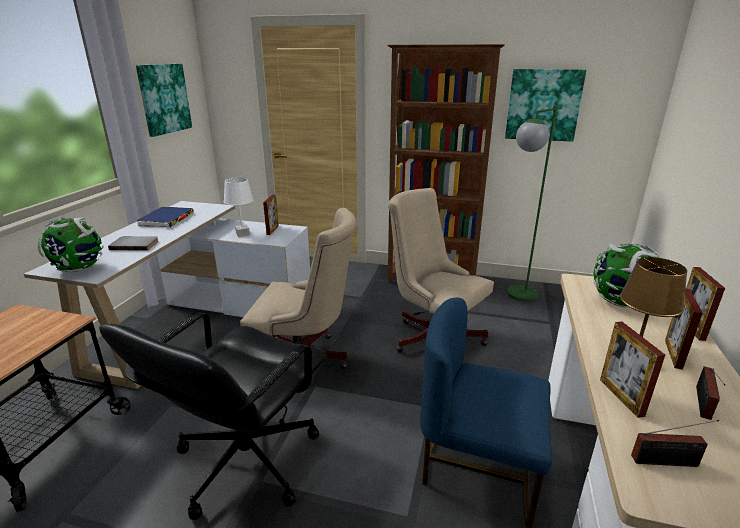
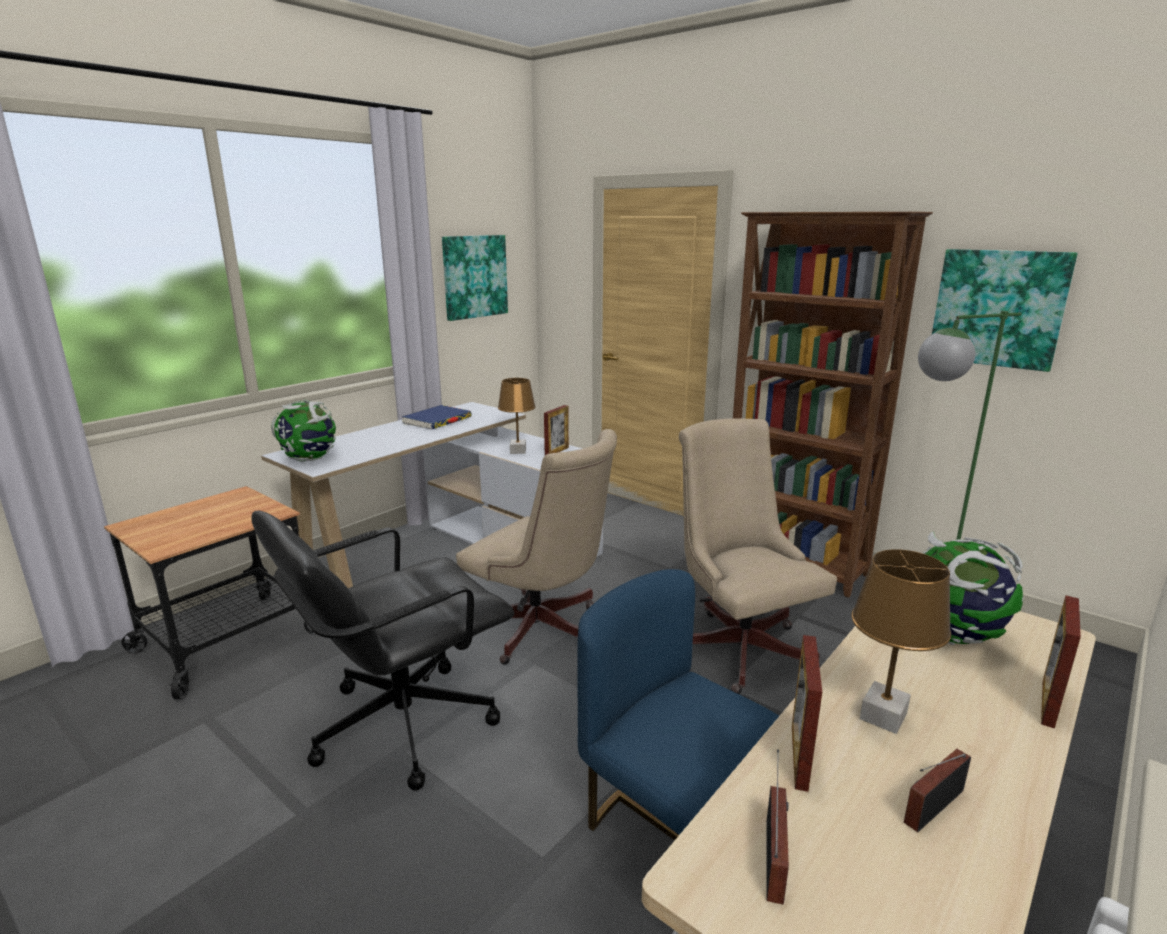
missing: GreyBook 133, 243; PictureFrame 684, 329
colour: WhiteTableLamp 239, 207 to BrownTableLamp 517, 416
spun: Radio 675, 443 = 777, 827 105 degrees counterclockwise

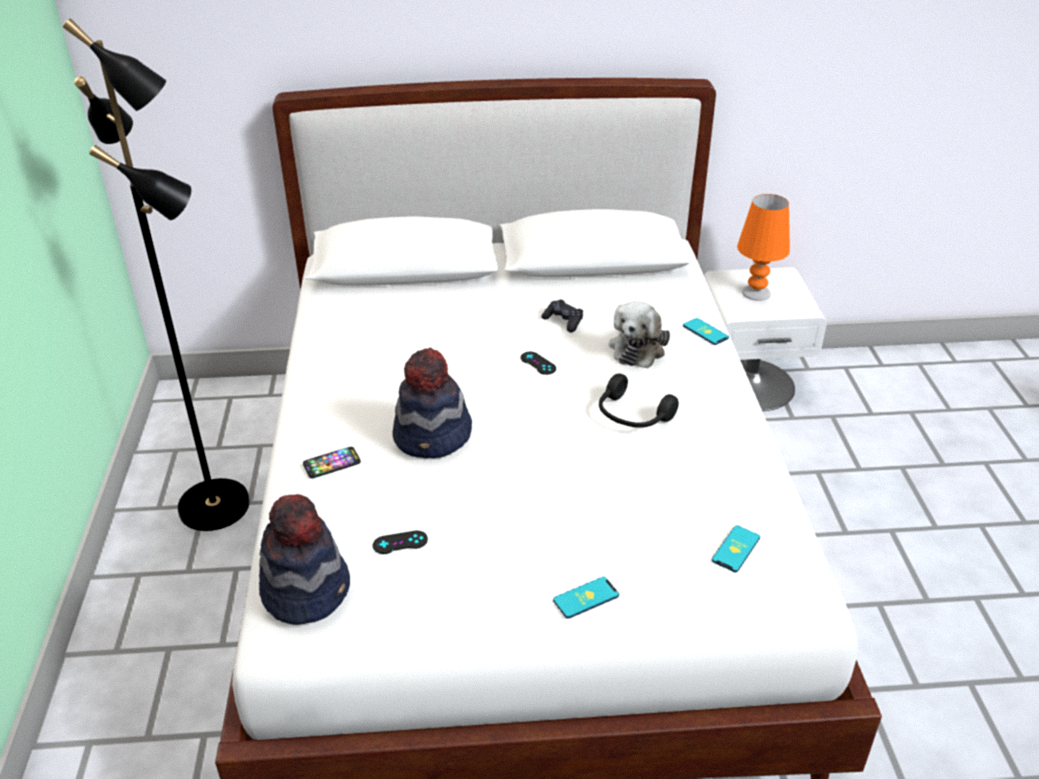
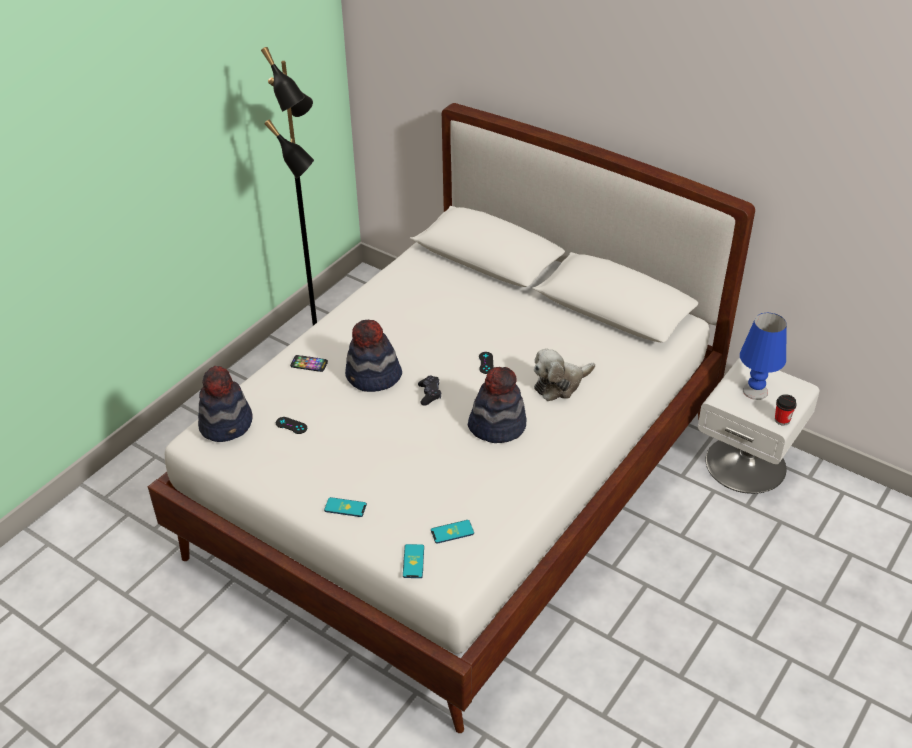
appeared: Cup 786, 410
relocated: Phone 706, 331 to 413, 561; BlackGameController 562, 316 to 429, 390
exchanged: BlackHeadphones 639, 400 to Hat 497, 405
colour: OrangeTableLamp 763, 247 to BlueTableLamp 763, 356

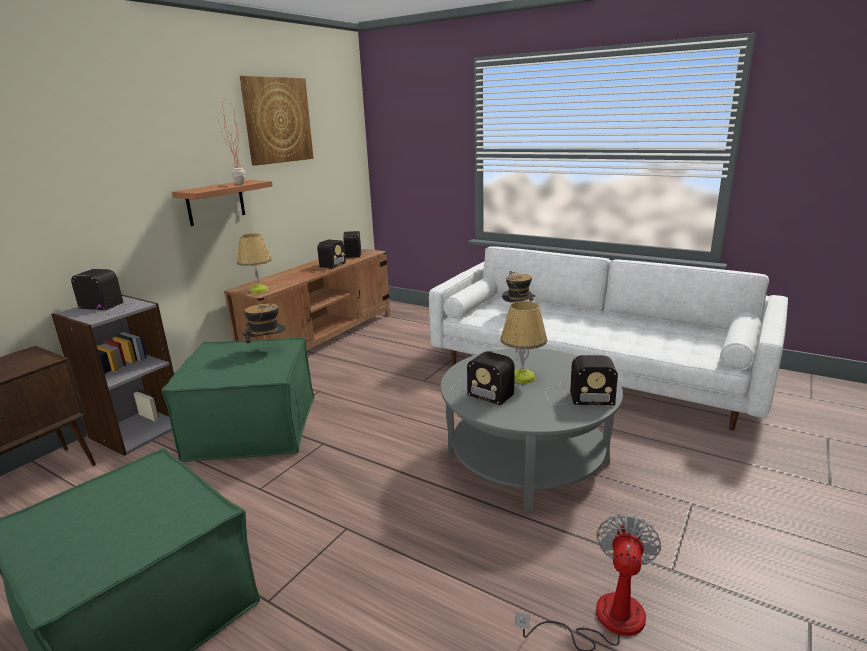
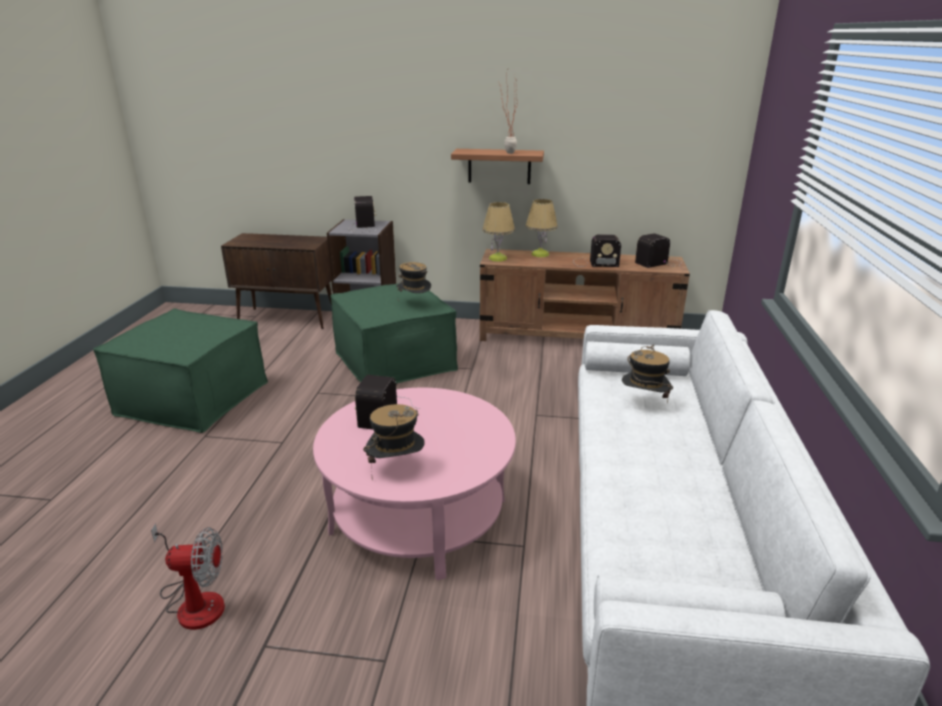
missing: Picture 276, 121
relocated: TableLamp 523, 342 to 542, 228
exchanged: Radio 581, 380 to Hat 394, 442
colour: GreyCoffeeTable 532, 430 to PinkCoffeeTable 414, 484

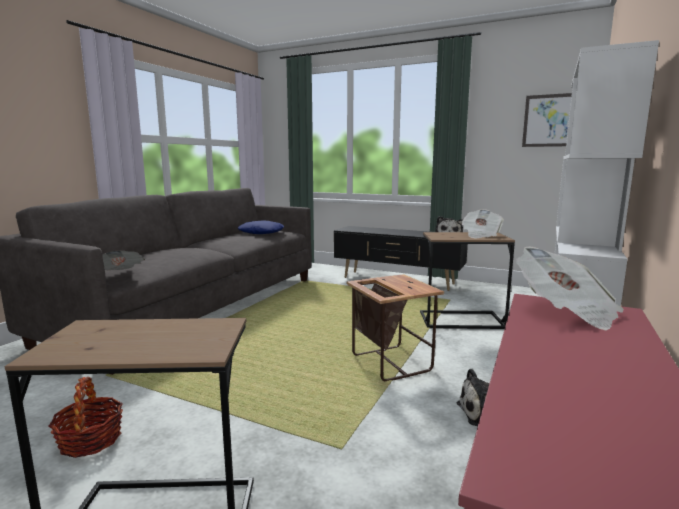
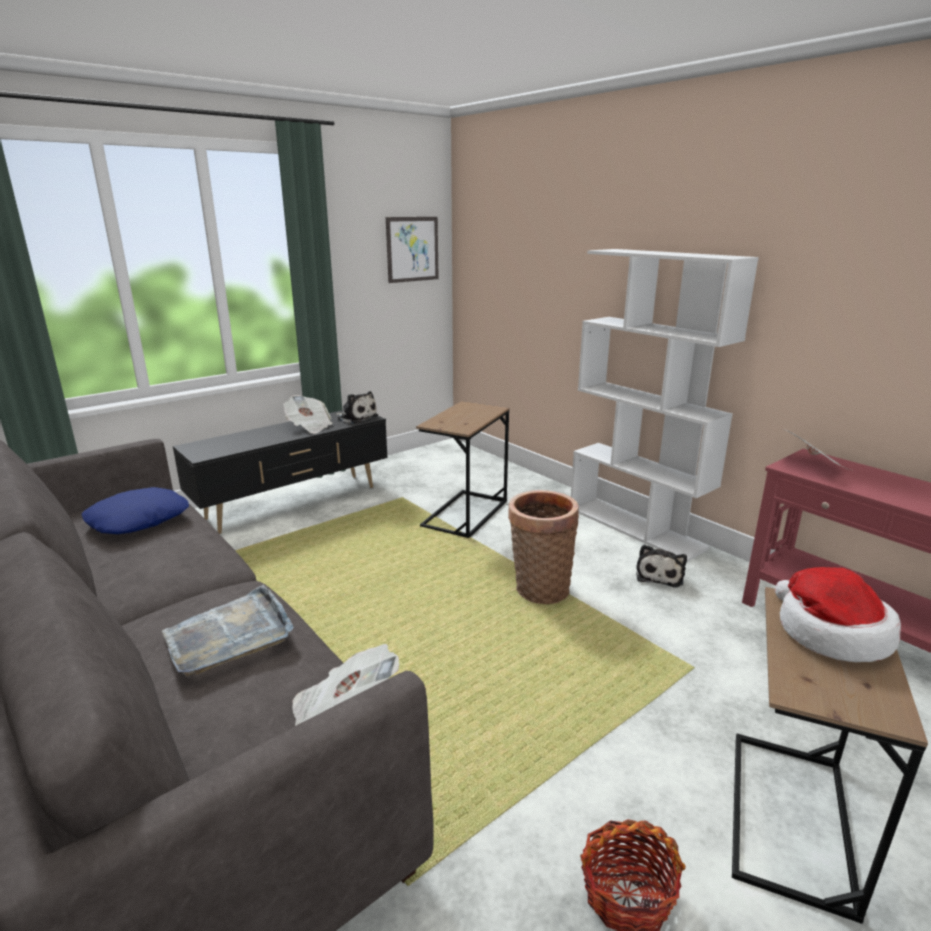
appeared: GreyTray 227, 631; Hat 838, 614
relocated: Newspaper 482, 223 to 308, 414
exchanged: SideTable 395, 328 to Basket 543, 547

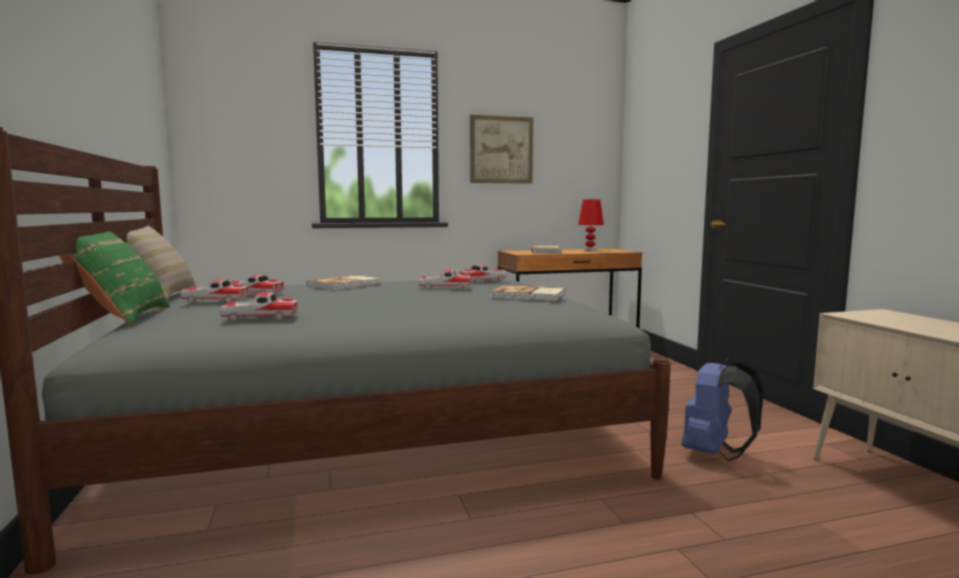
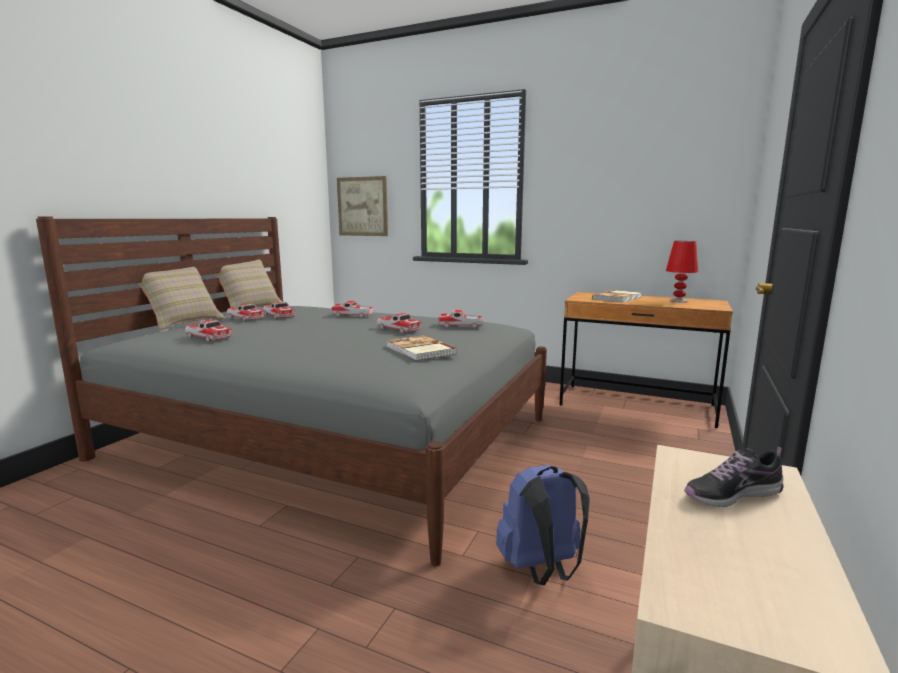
appeared: Shoe 734, 477
relocated: Picture 501, 149 to 362, 206
exchanged: Book 343, 282 to ToyCar 353, 309
colour: GreenPillow 114, 278 to BeigePillow 182, 299

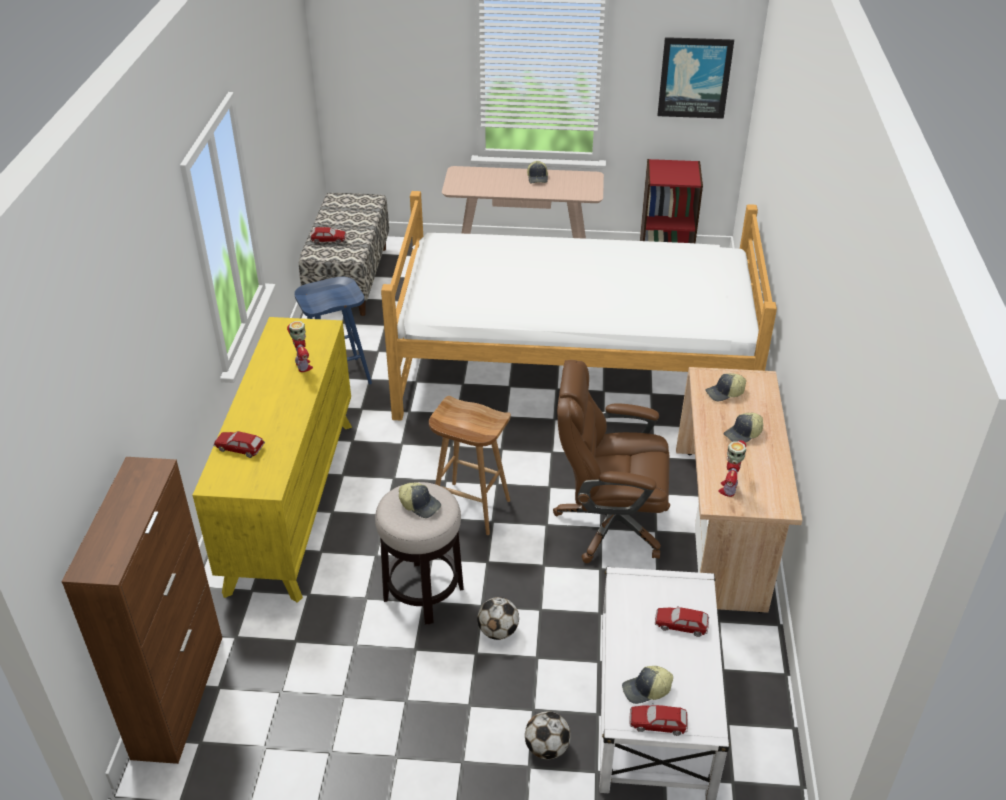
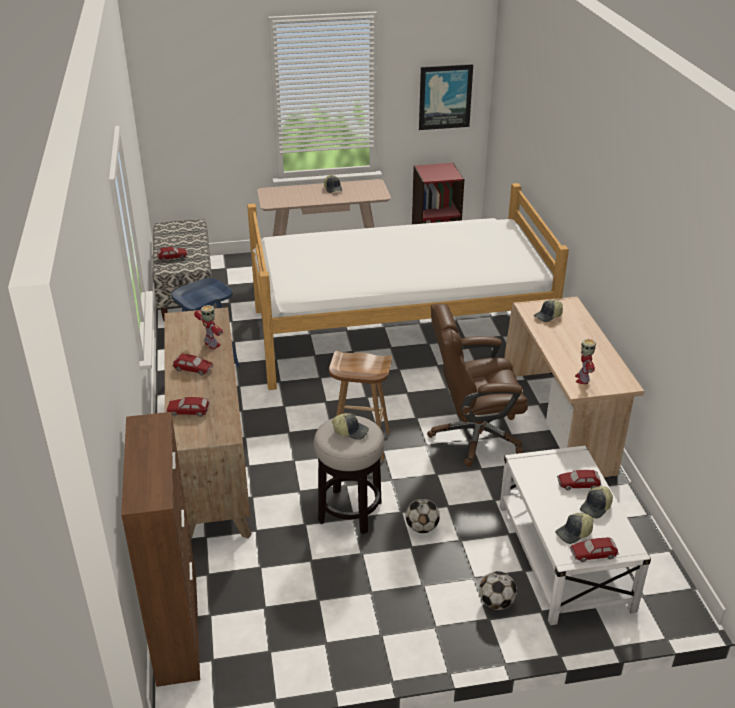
appeared: ToyCar 193, 365
relocated: Cap 743, 428 to 596, 502
colour: YellowDresser 272, 460 to BrownDresser 208, 423

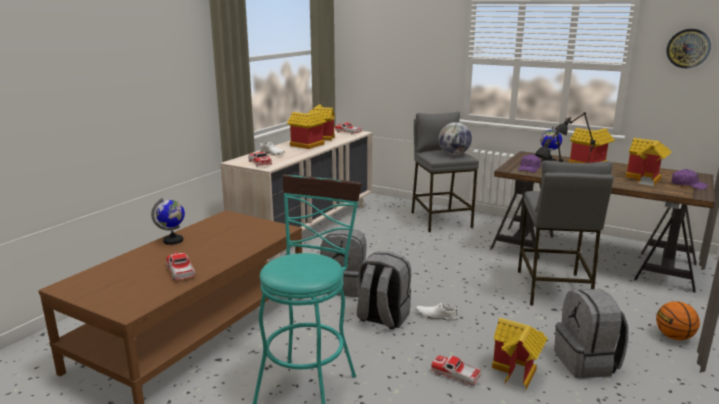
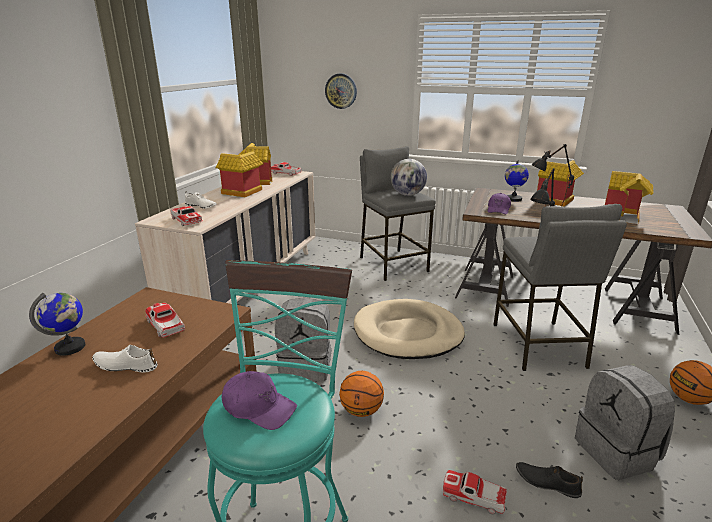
appeared: BeigeDogBed 409, 329
relocated: WhiteShoe 437, 312 to 125, 358; ToyCar 181, 266 to 165, 320; PurpleCap 690, 179 to 259, 400; WallClock 688, 48 to 341, 91
exchanged: GreyBackpack 384, 291 to Basketball 361, 394; ToyHouse 520, 354 to BlackShoe 549, 480

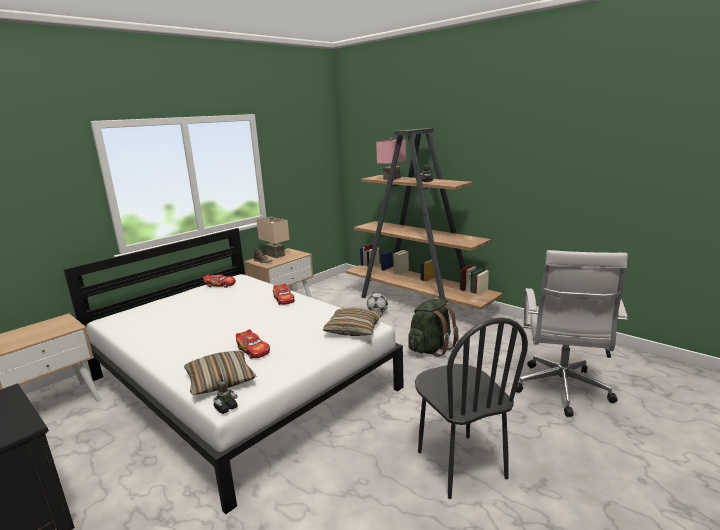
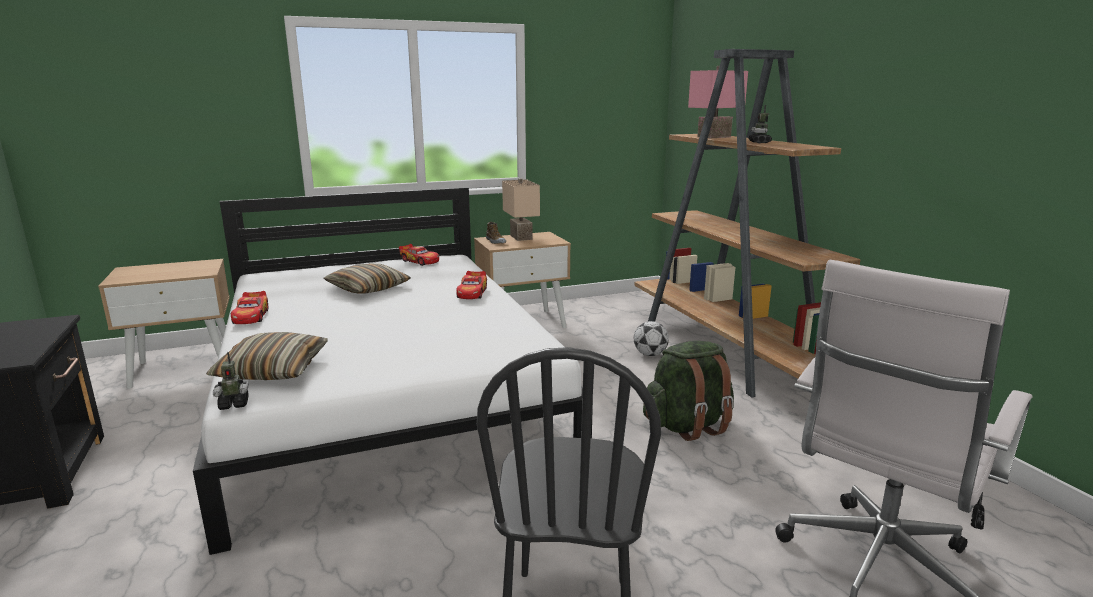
relocated: ToyCar 253, 344 to 249, 307; Pillow 353, 322 to 367, 278

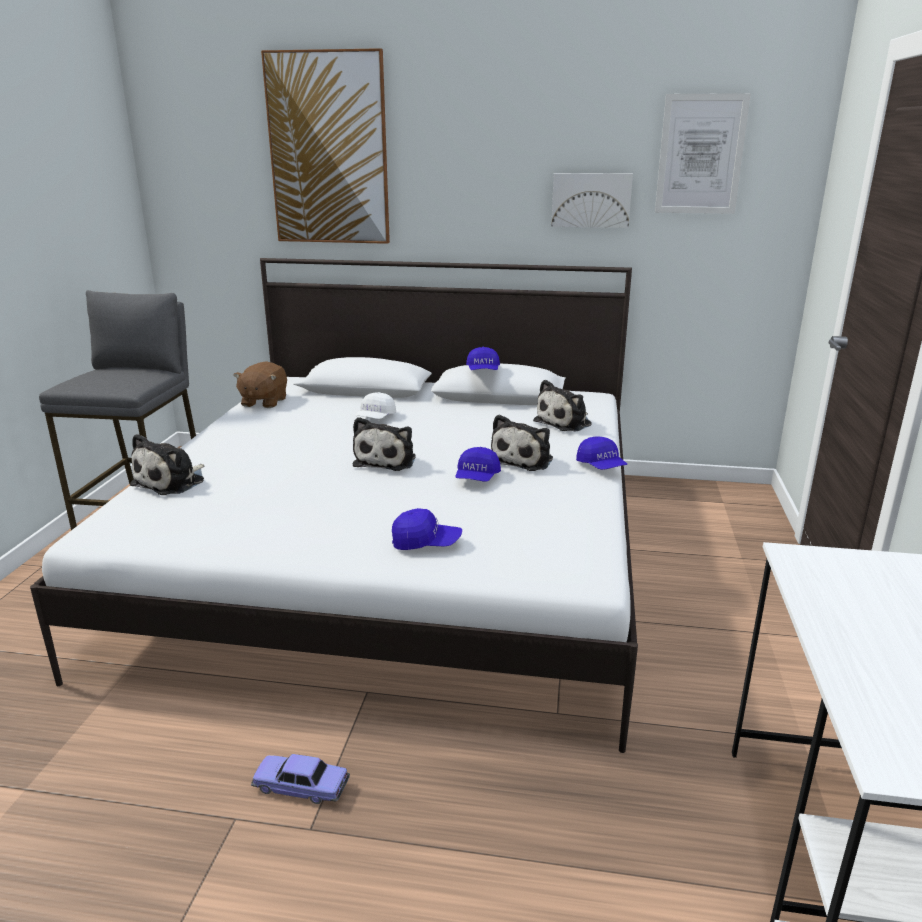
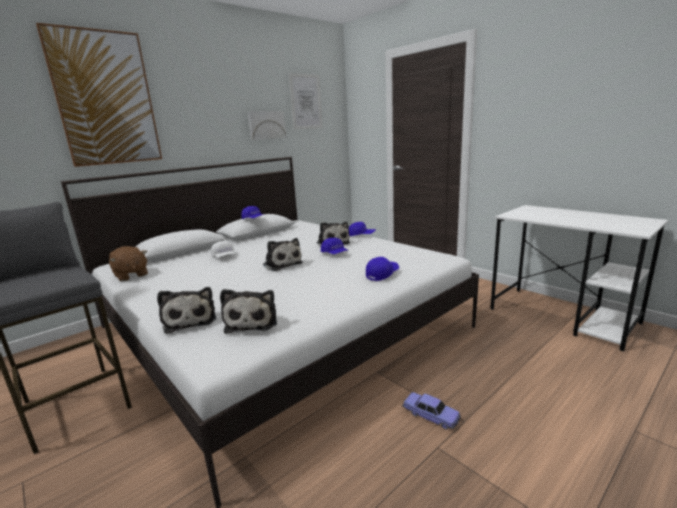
relocated: PlushToy 562, 406 to 248, 311
spun: ToyCar 300, 779 = 431, 411 105 degrees counterclockwise

